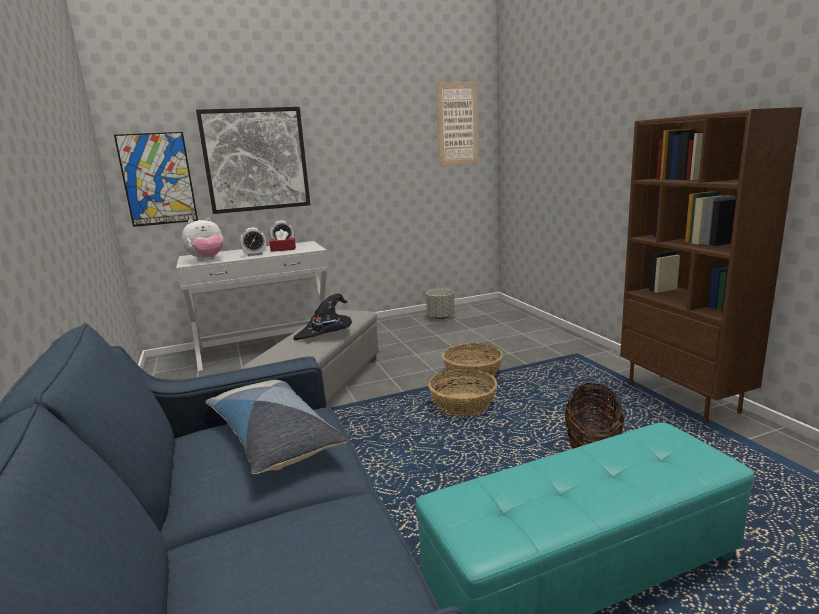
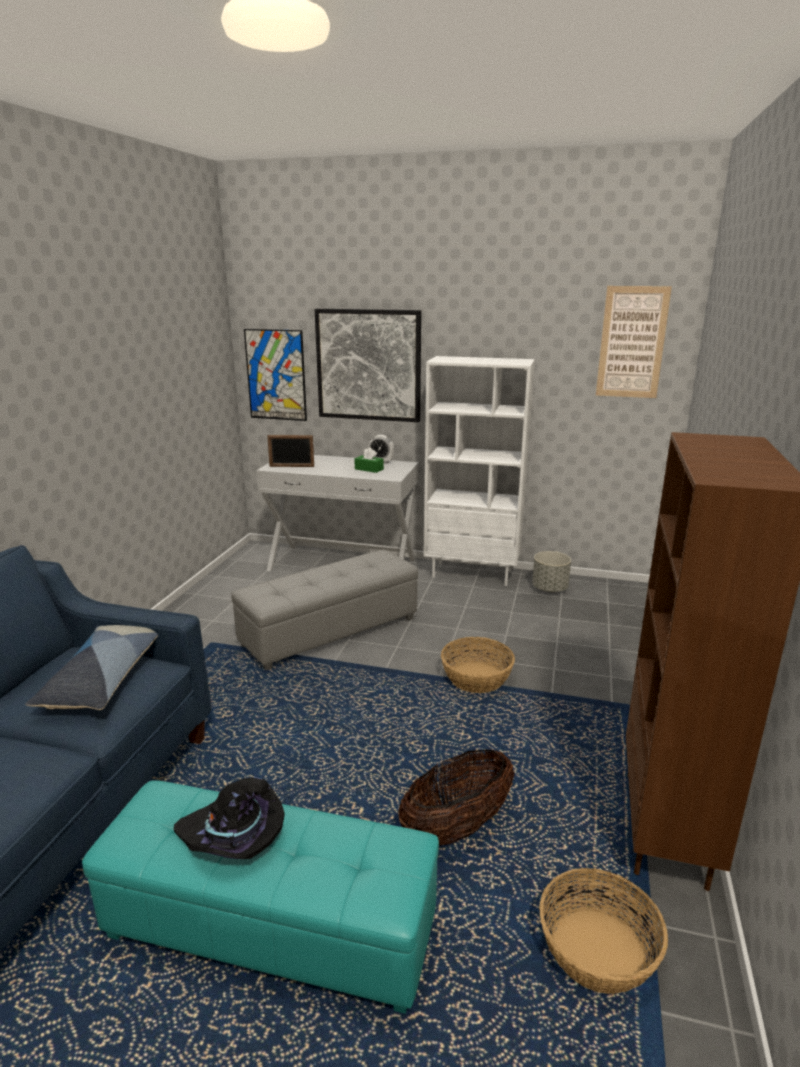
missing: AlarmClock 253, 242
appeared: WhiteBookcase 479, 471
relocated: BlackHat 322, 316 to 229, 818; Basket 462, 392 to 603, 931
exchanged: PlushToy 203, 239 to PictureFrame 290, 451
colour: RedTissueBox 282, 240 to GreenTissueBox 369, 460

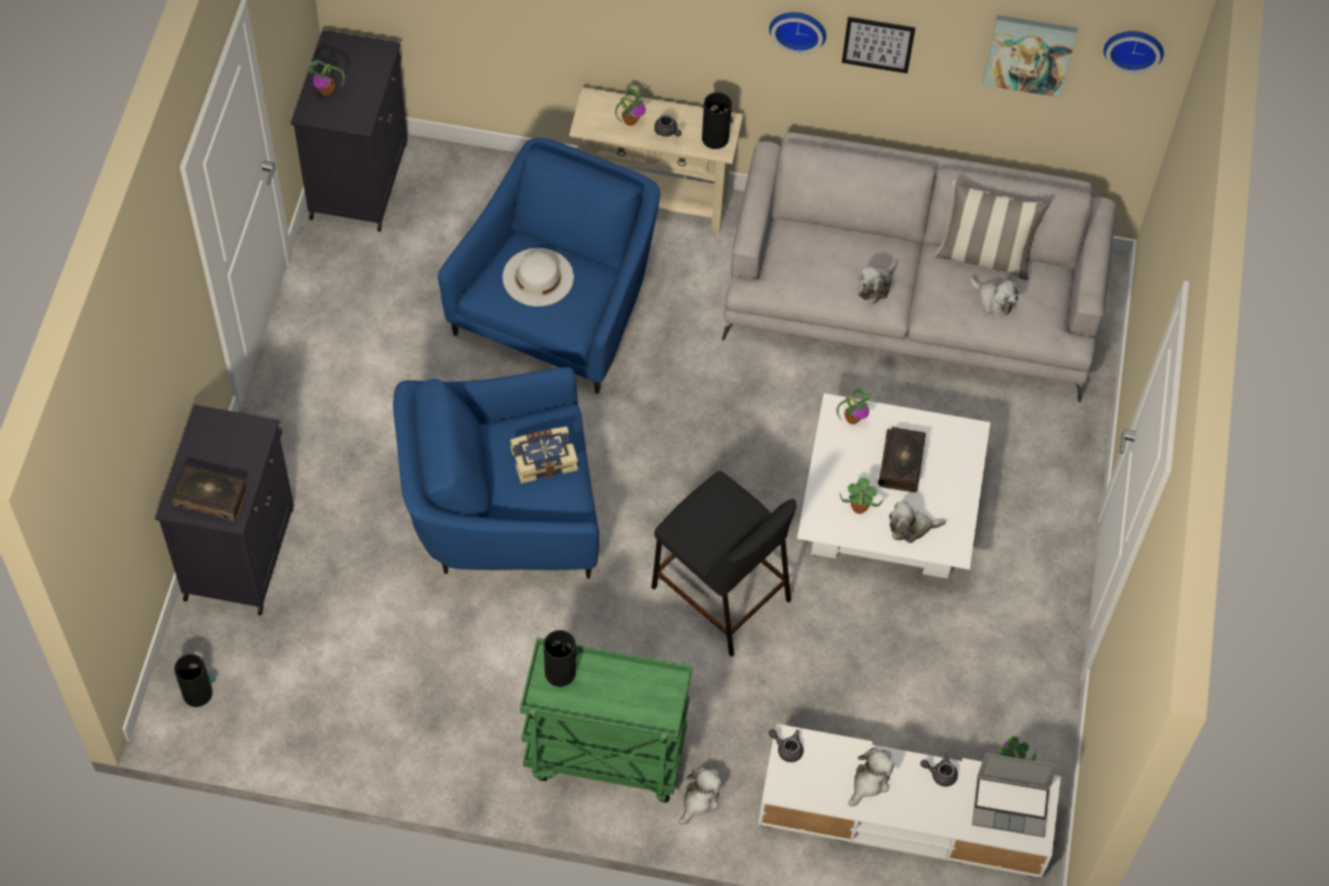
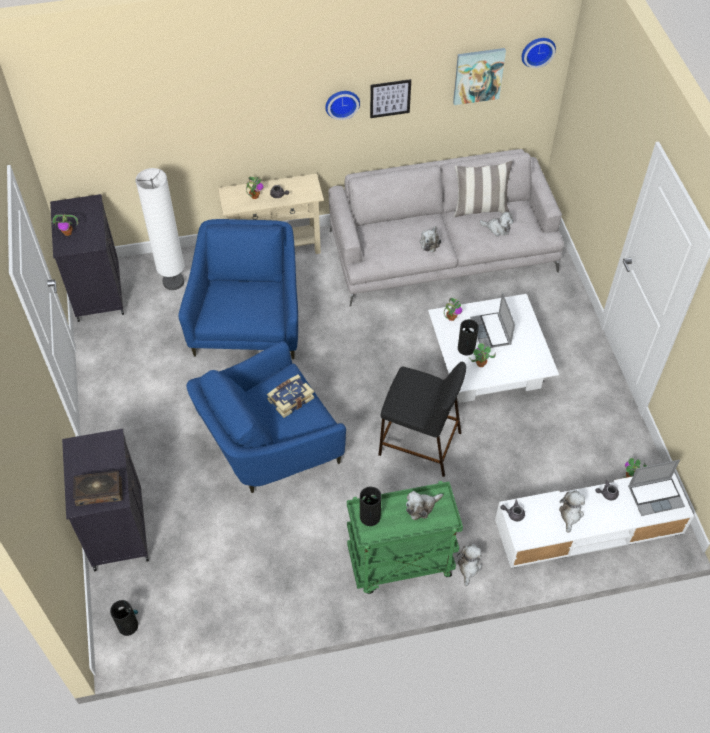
missing: WhiteHat 538, 277
appeared: WhiteFloorLamp 160, 229
relocated: PlushToy 917, 522 to 424, 505; Vase 717, 120 to 468, 337
exchanged: Book 902, 459 to Laptop 492, 320

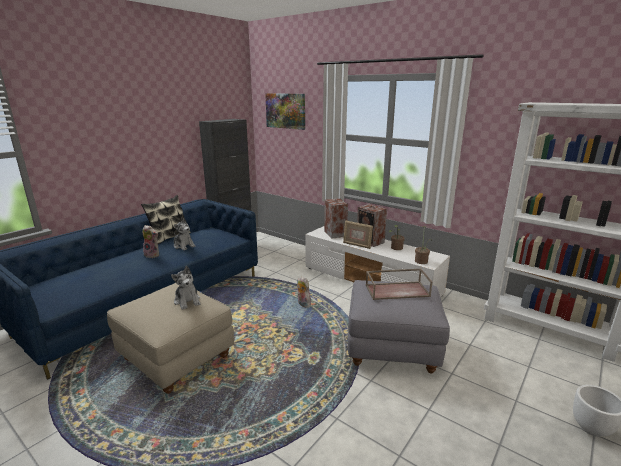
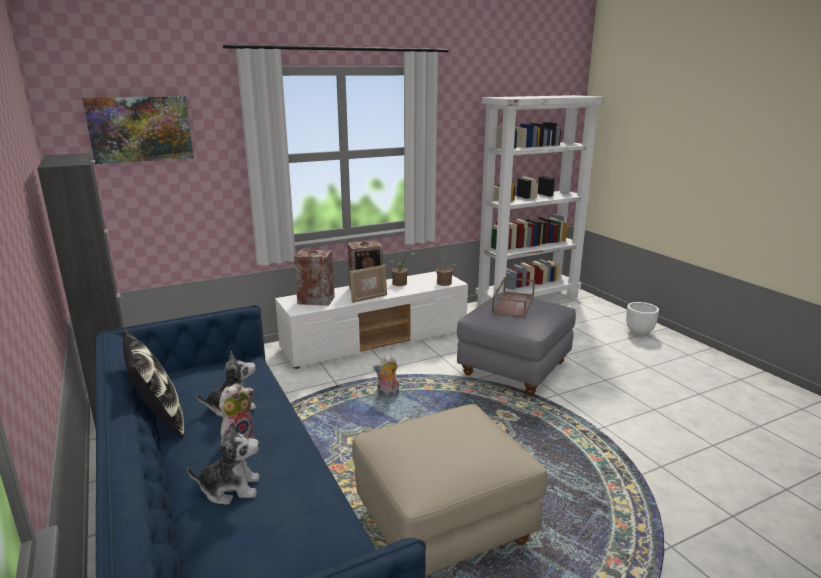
relocated: PlushToy 185, 288 to 223, 463

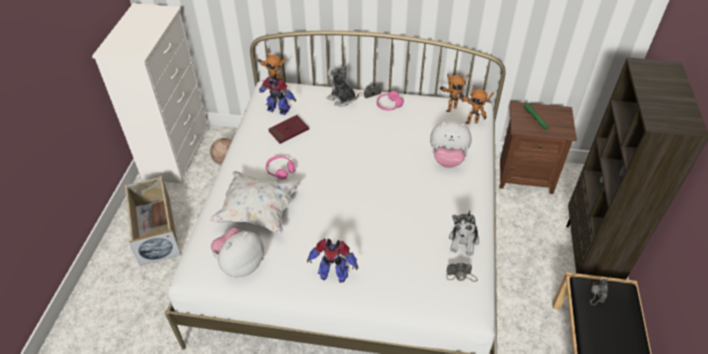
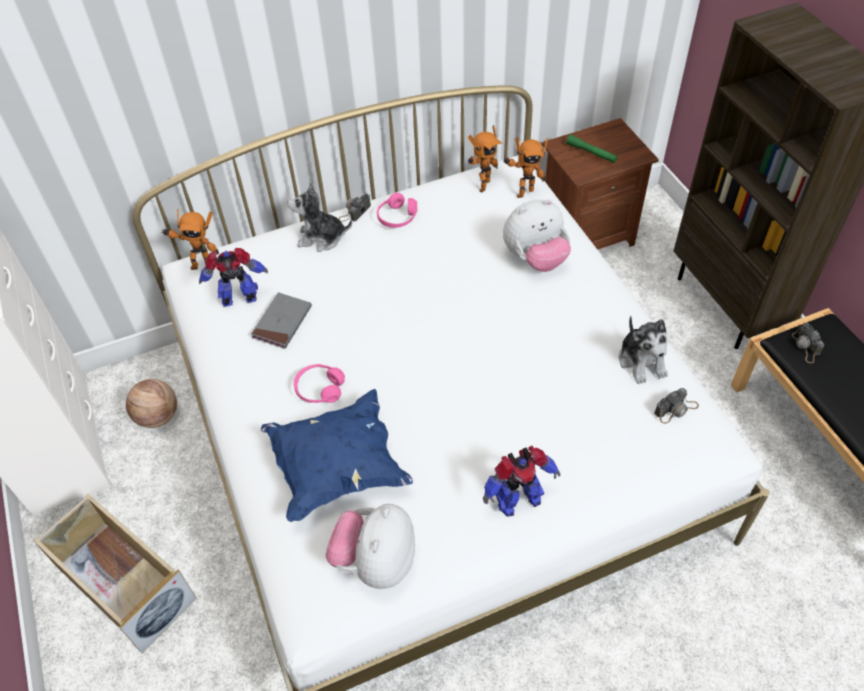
colour: RedBook 288, 129 to GreyBook 281, 320; WhitePillow 255, 202 to BluePillow 337, 455

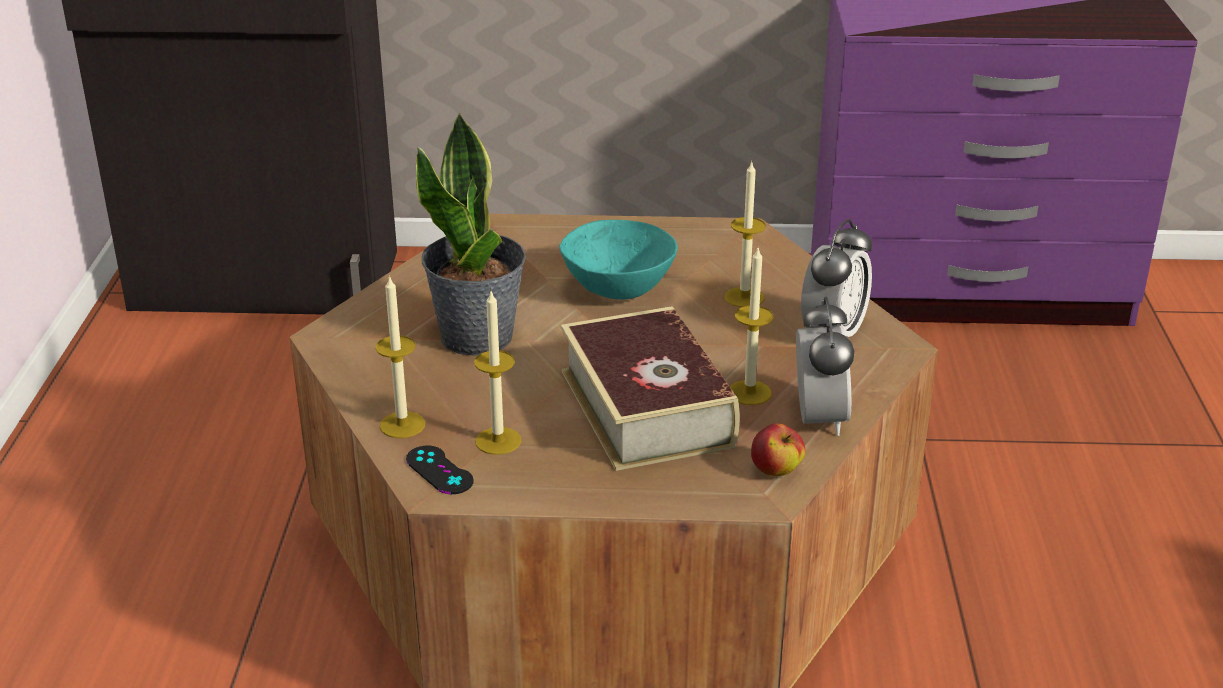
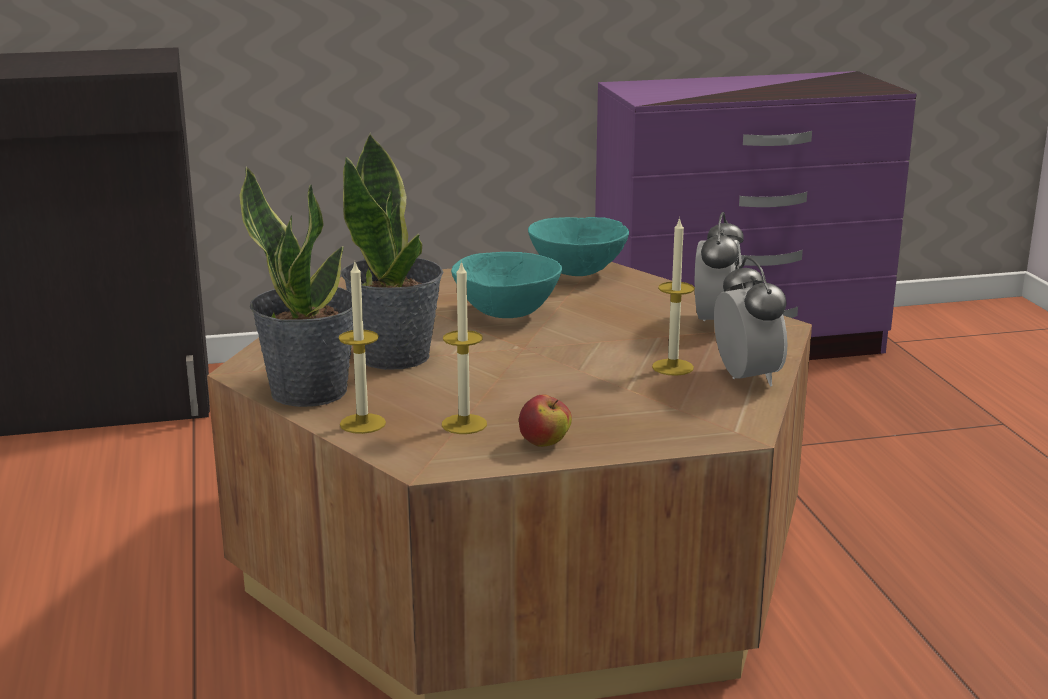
missing: BlackGameController 440, 470; Book 650, 388; Candle 745, 234
appeared: PottedPlant 296, 286; TurquoiseBowl 578, 246
relocated: Apple 778, 449 to 545, 421

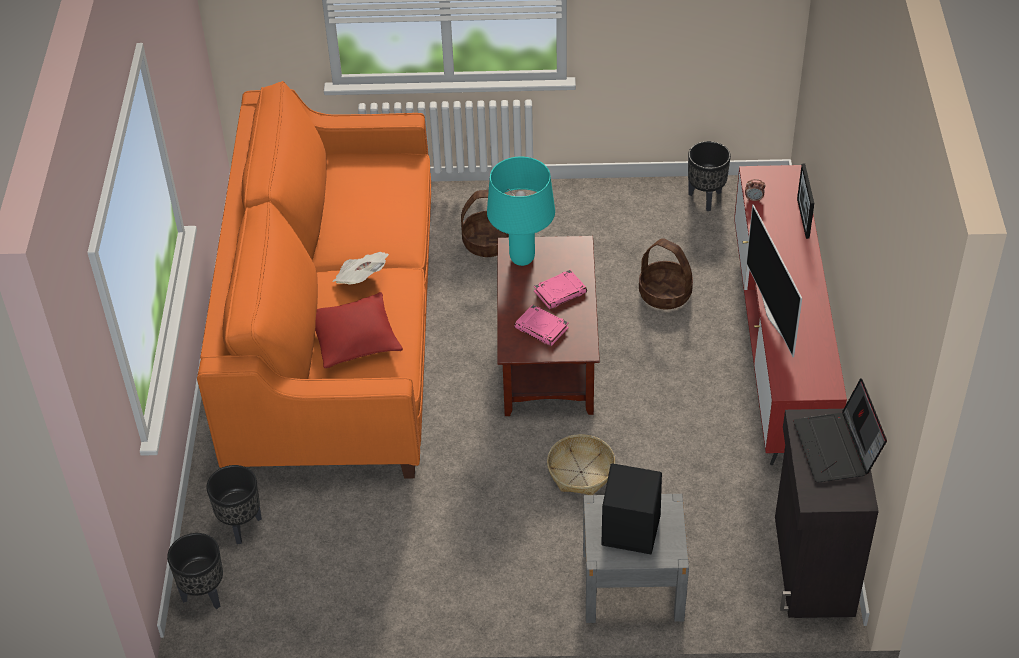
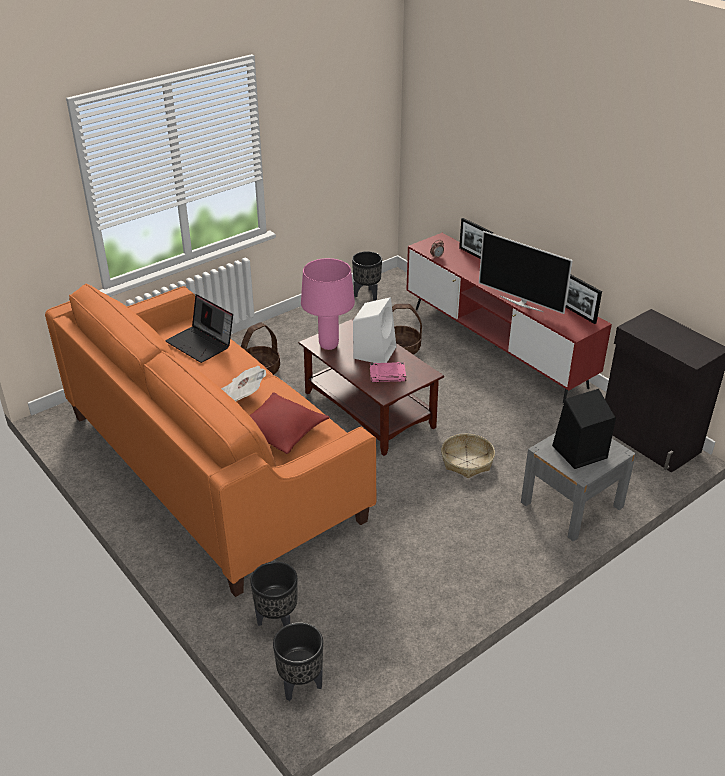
appeared: PictureFrame 584, 299
relocated: Laptop 840, 430 to 199, 328
exchanged: PinkBook 560, 289 to WhiteSpeaker 374, 330
colour: TurquoiseTableLamp 521, 211 to PinkTableLamp 328, 304

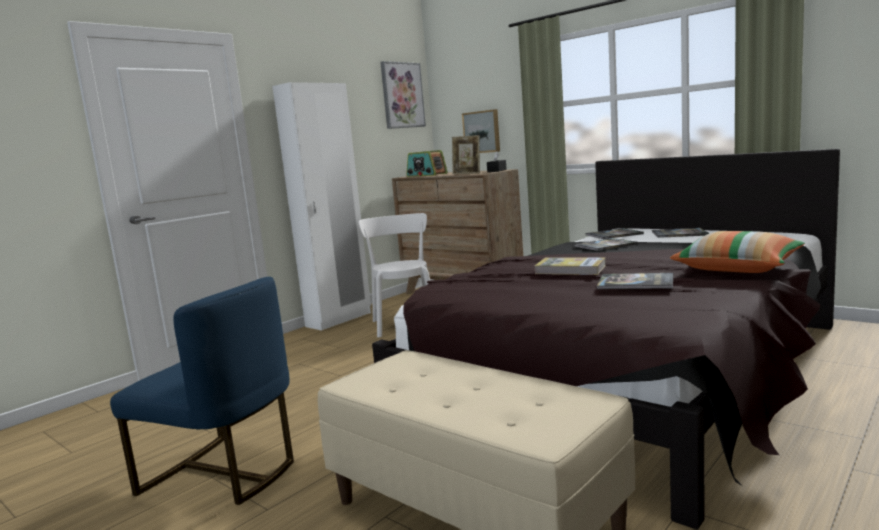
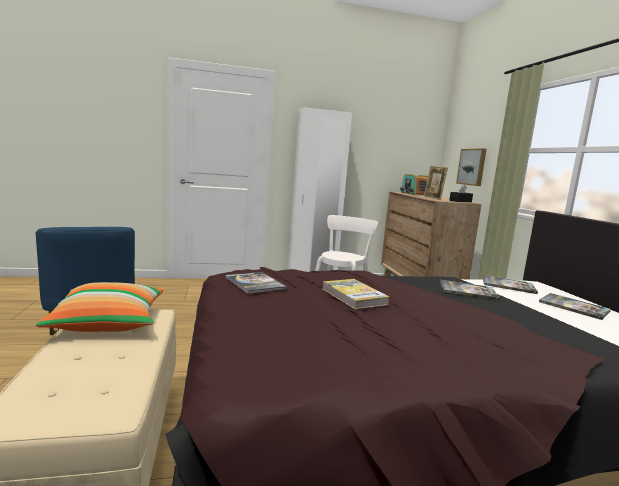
missing: Picture 403, 95
relocated: Pillow 737, 252 to 99, 307; Book 635, 281 to 256, 283

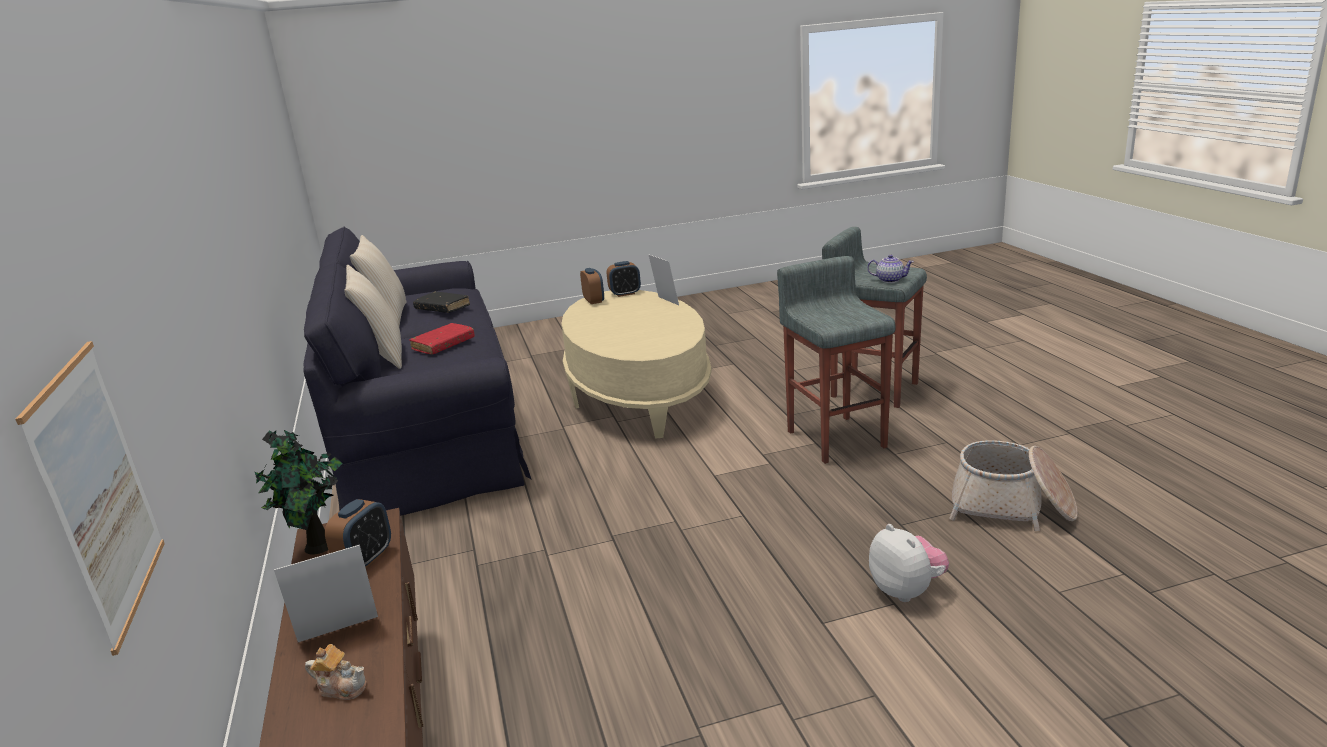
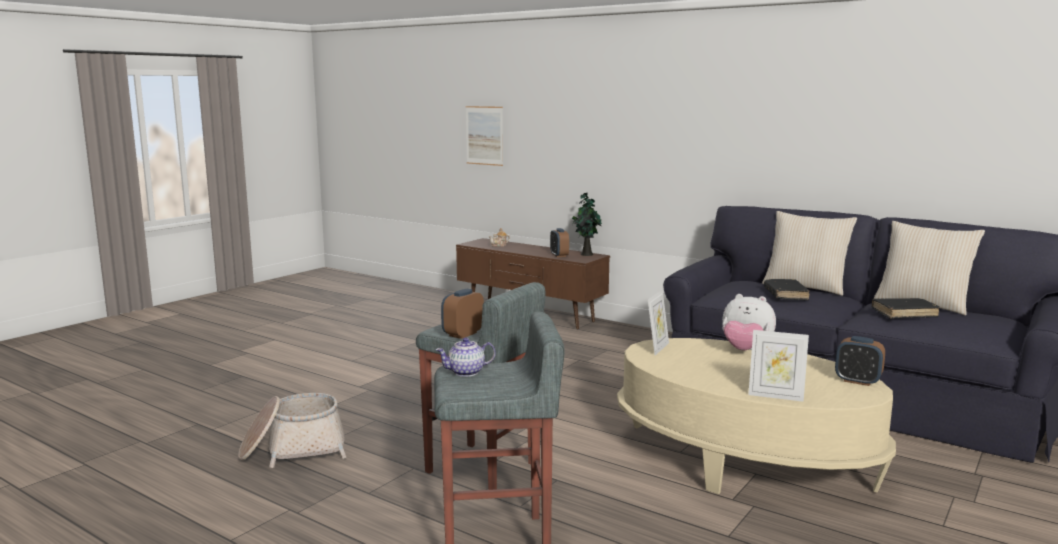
relocated: AlarmClock 624, 279 to 462, 314; PictureFrame 326, 593 to 658, 322; PlushToy 909, 563 to 749, 322
colour: RedBook 442, 339 to BlackBook 786, 289

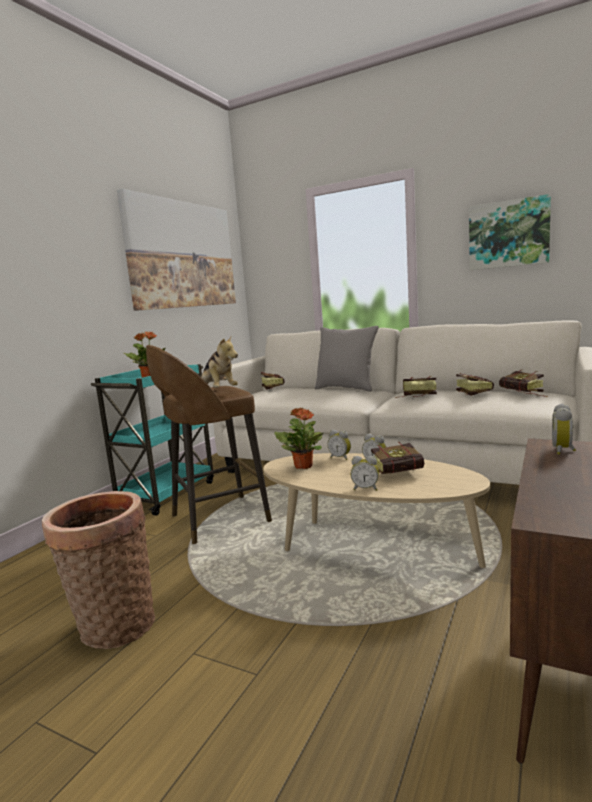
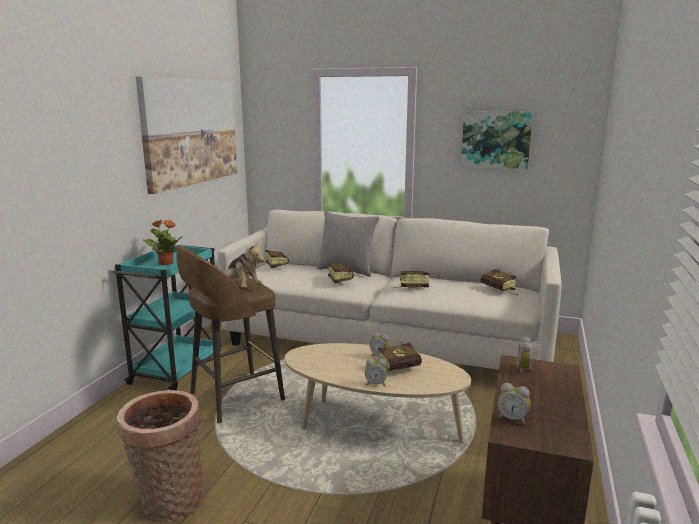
missing: PottedPlant 298, 438
relocated: Book 475, 384 to 341, 272; AlarmClock 339, 445 to 513, 404

